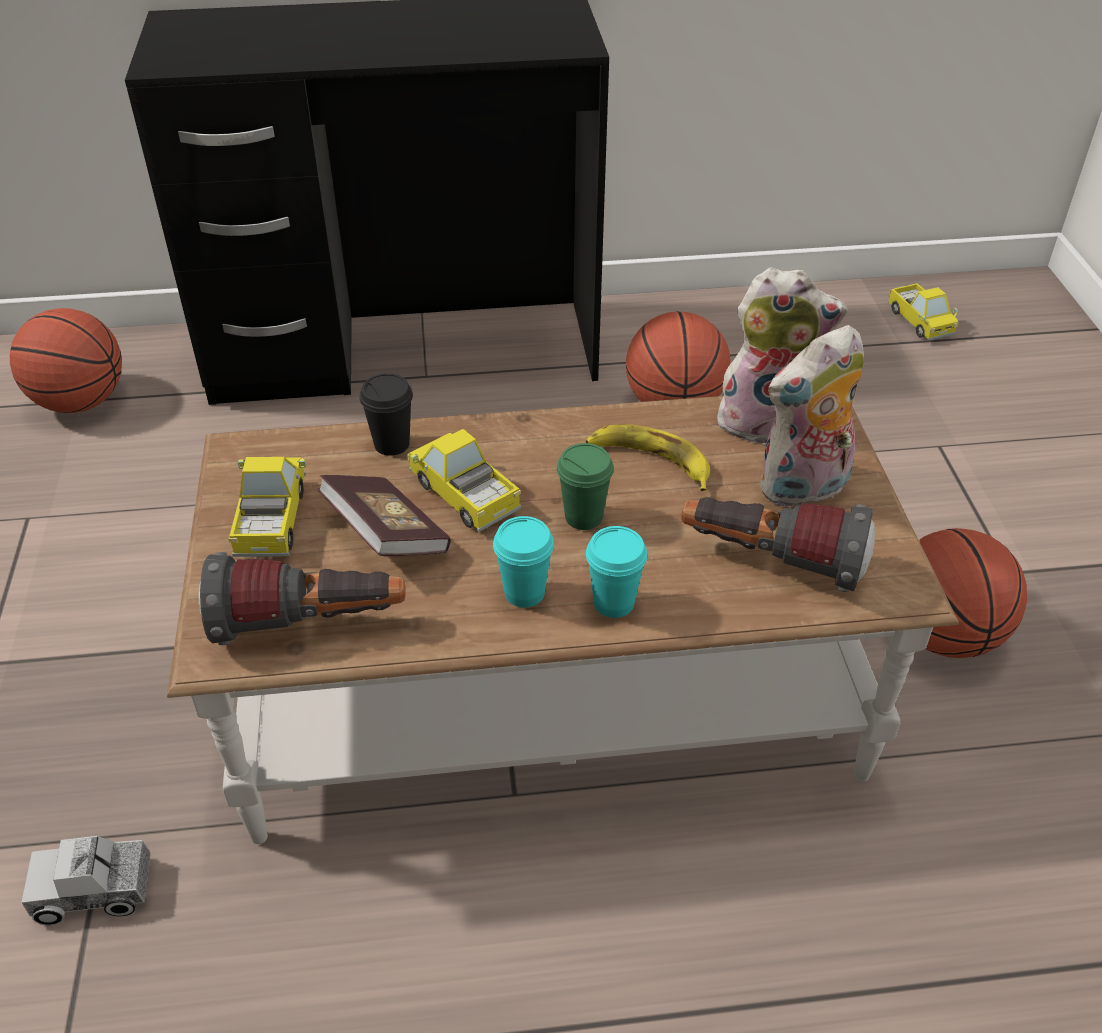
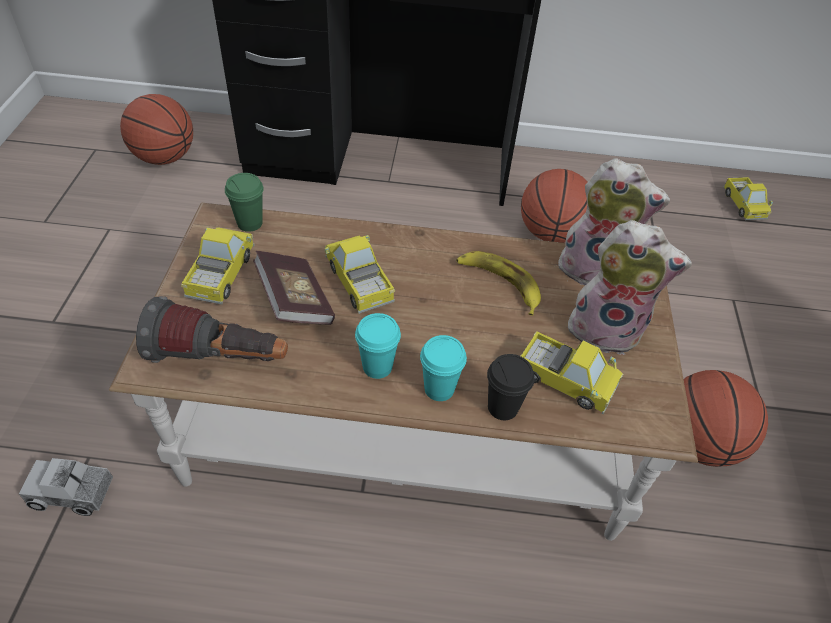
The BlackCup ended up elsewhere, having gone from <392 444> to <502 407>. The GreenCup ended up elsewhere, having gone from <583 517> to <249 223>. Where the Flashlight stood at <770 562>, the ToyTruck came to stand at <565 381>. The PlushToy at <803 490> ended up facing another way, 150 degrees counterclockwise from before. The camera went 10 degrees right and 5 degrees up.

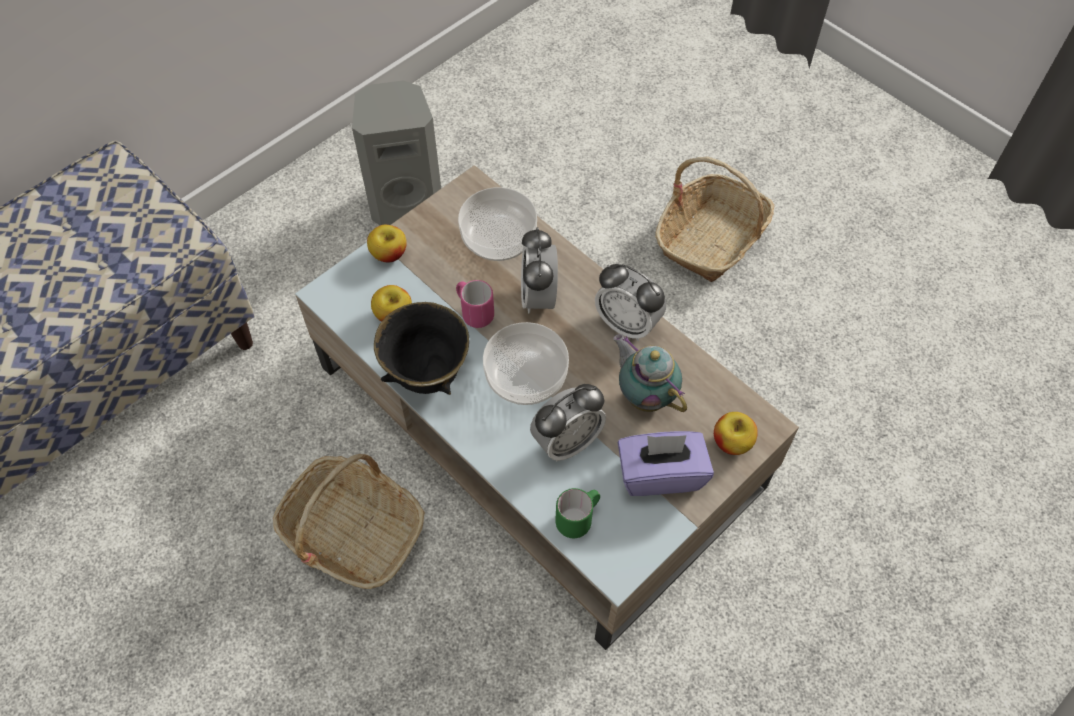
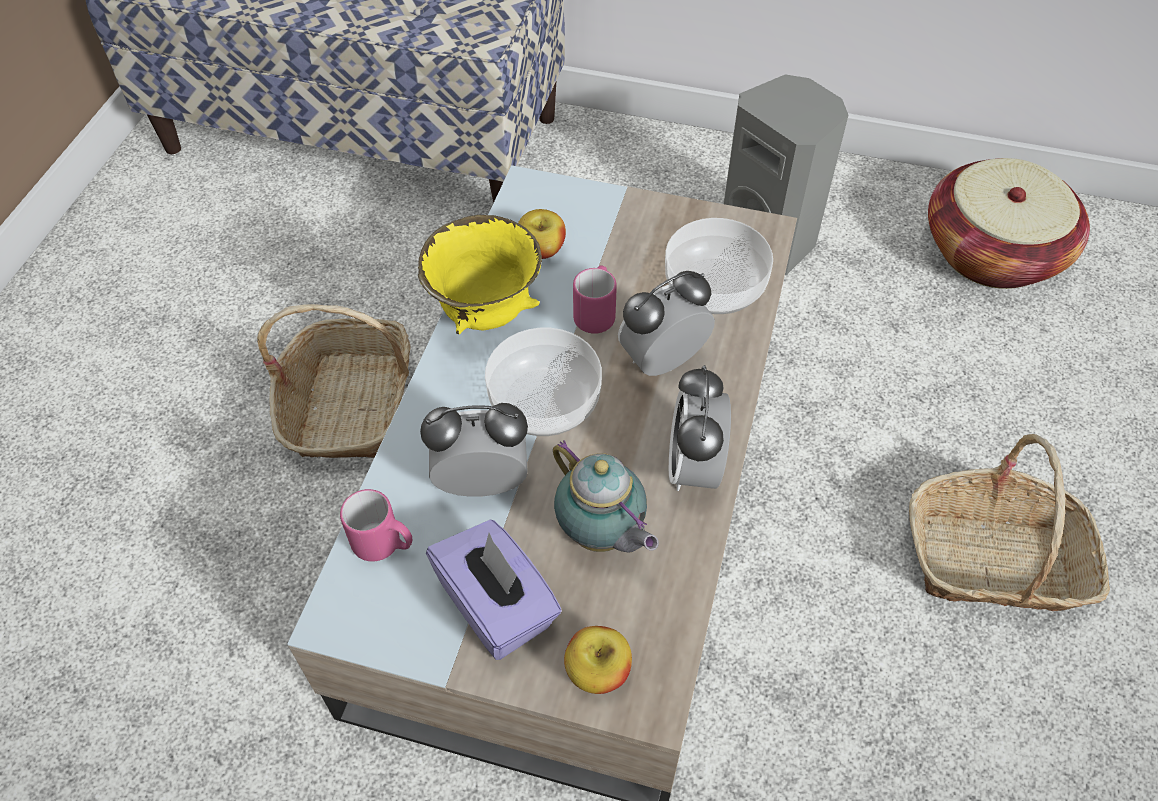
The second view lost the Apple at <389 254>. The second view gained the Basket at <992 253>. What was the BlackBowl at <427 375> turned into the YellowBowl at <485 314>. What was the GreenMug at <578 518> turned into the PinkMug at <384 545>. The AlarmClock at <567 442> ended up facing another way, 150 degrees clockwise from before. The Teapot at <645 395> ended up facing another way, 120 degrees clockwise from before. The camera went 60 degrees right and 5 degrees down.

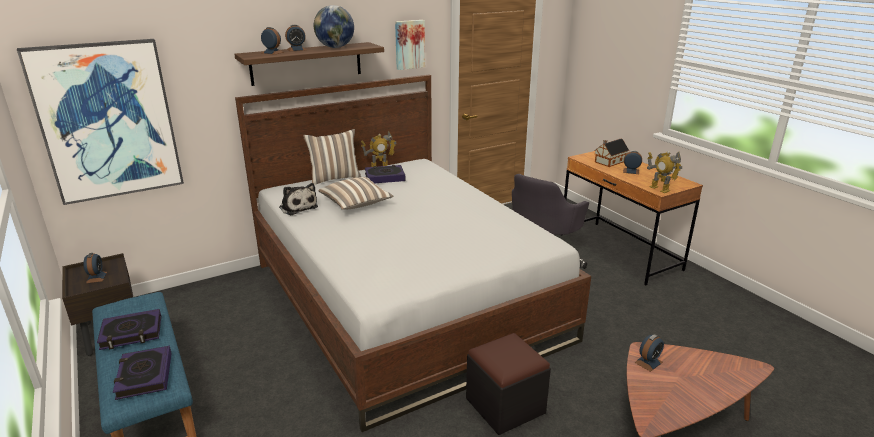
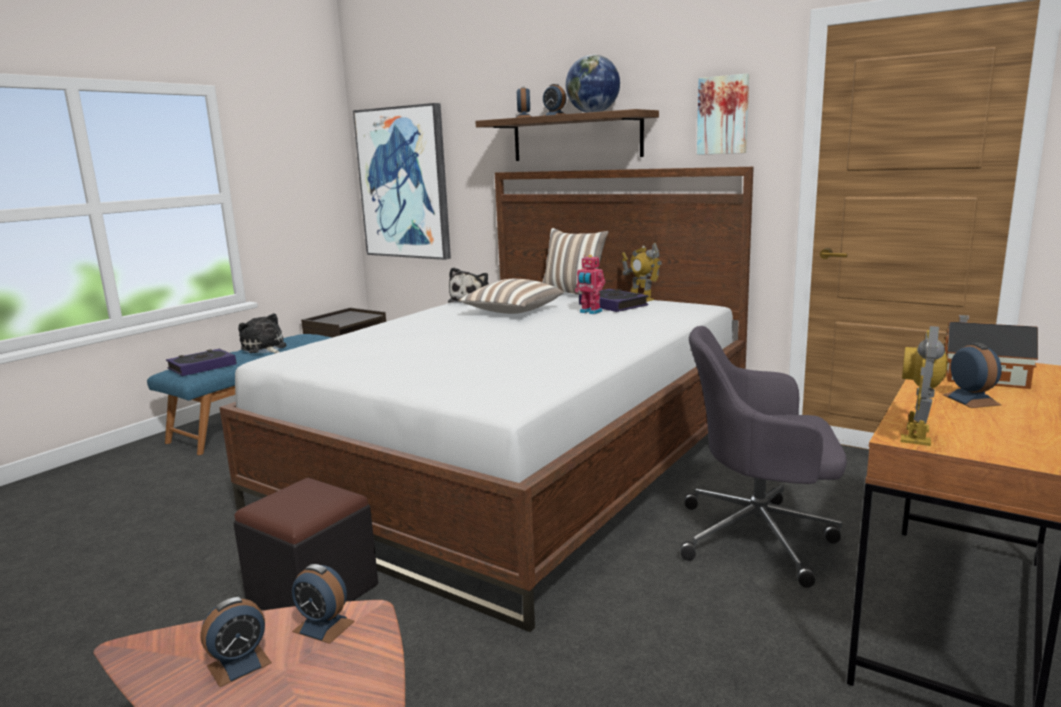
The second view gained the ToyRobot at <590 312>. The AlarmClock ended up elsewhere, having gone from <96 277> to <239 664>. Where the Book stood at <131 333>, the PlushToy came to stand at <264 348>. The camera went 65 degrees right and 10 degrees down.

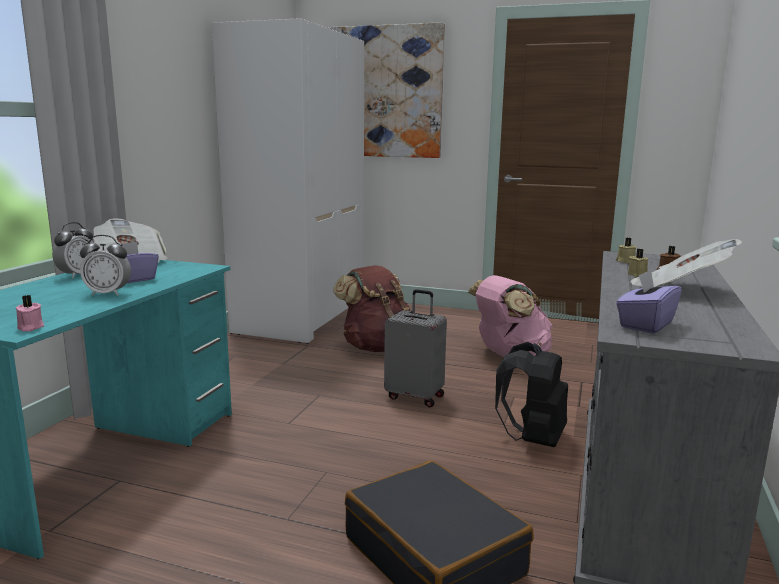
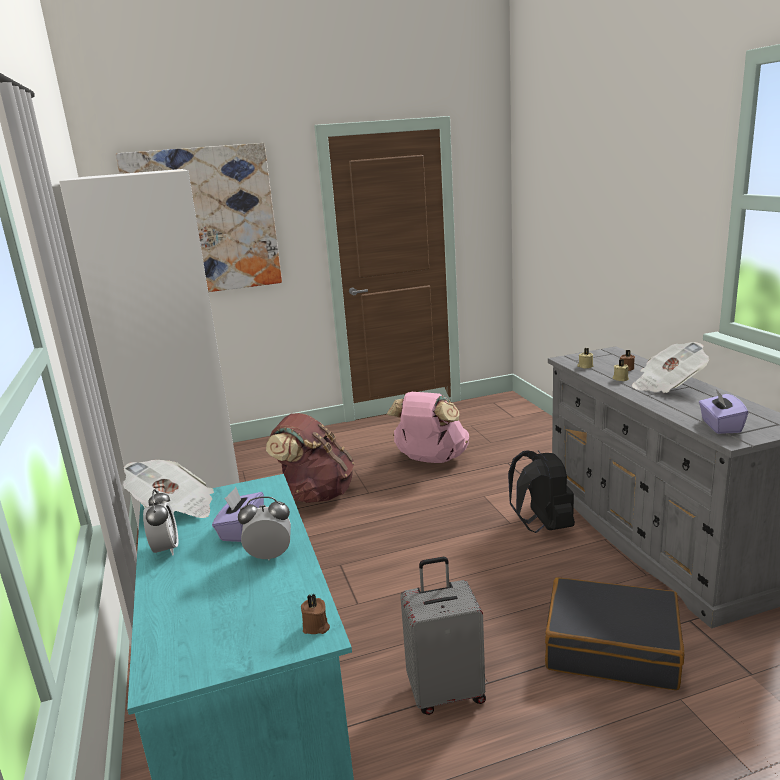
The GreySuitcase ended up elsewhere, having gone from <415 396> to <446 692>. What was the PinkCandle at <29 328> turned into the BrownCandle at <316 627>. The AlarmClock at <108 294> ended up facing another way, 150 degrees counterclockwise from before. The camera went 35 degrees left and 5 degrees up.

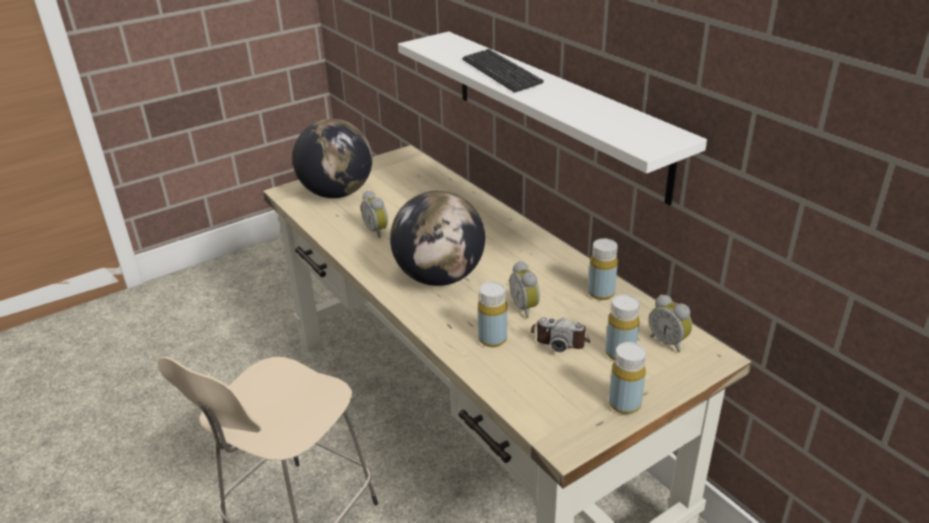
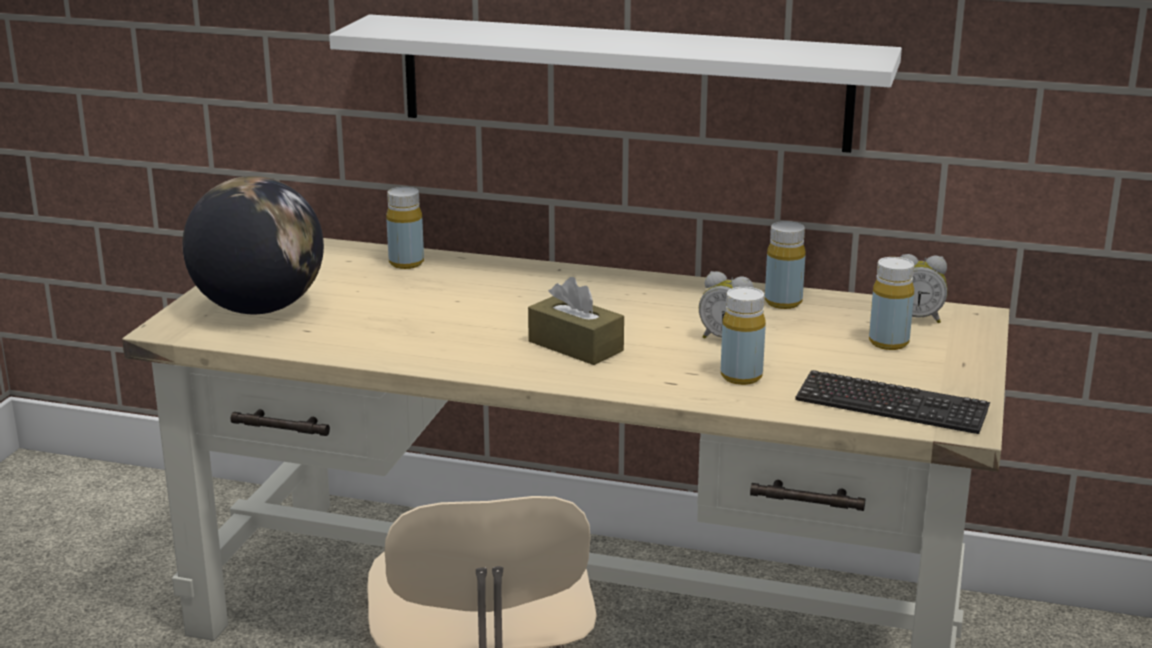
The second view lost the AlarmClock at <378 231>. The second view lost the PhotoCamera at <560 338>. The Keyboard ended up elsewhere, having gone from <501 73> to <891 406>. The YellowBottle ended up elsewhere, having gone from <624 404> to <406 263>. Where the Globe stood at <439 277>, the BrownTissueBox came to stand at <575 346>. The camera went 40 degrees left and 10 degrees down.

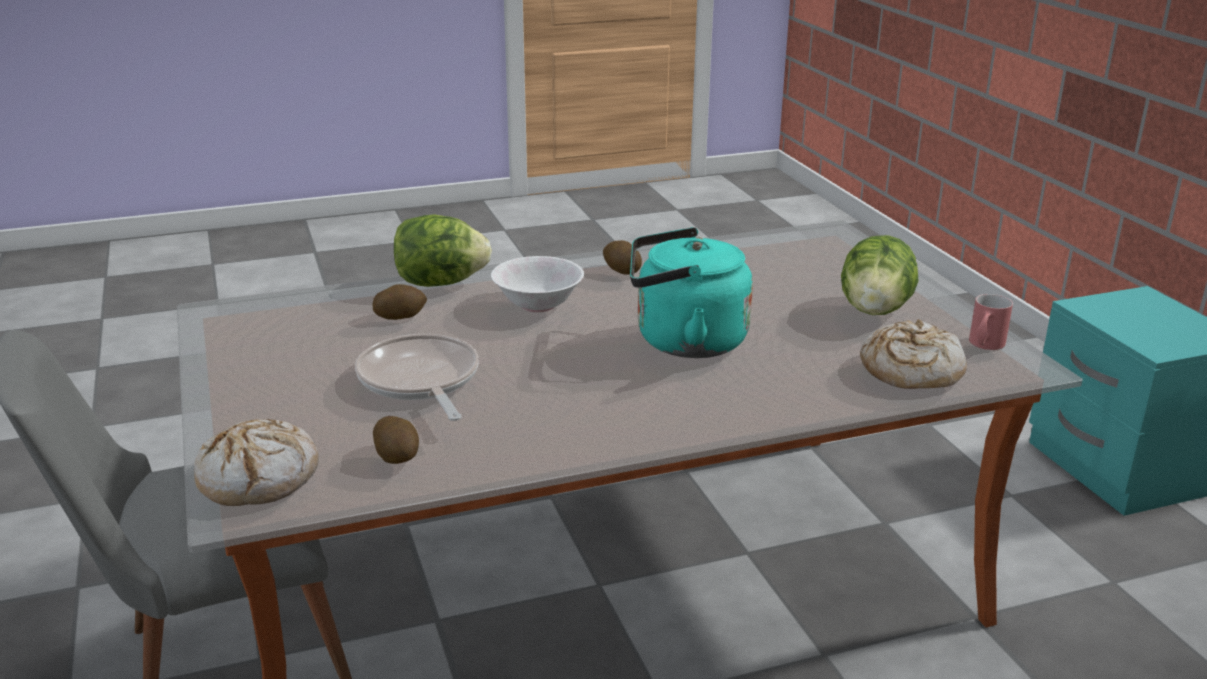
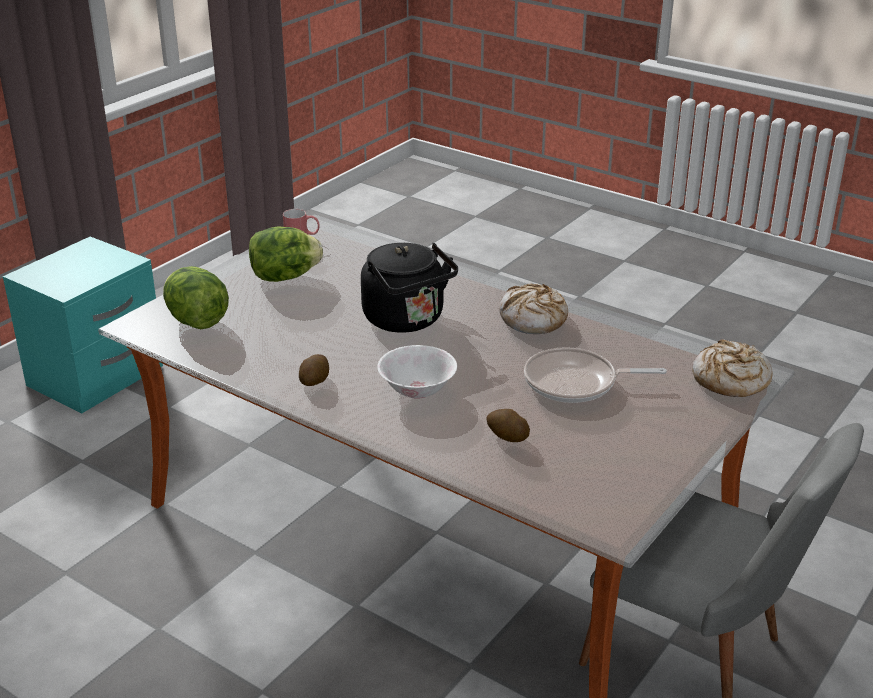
The second view lost the Potato at <398 456>. The Lettuce ended up elsewhere, having gone from <440 283> to <196 321>. The Bread ended up elsewhere, having gone from <910 371> to <533 319>. What was the TurquoiseKettle at <683 341> turned into the BlackKettle at <407 320>. The FryingPan at <420 381> ended up facing another way, 60 degrees clockwise from before. The camera went 125 degrees left and 5 degrees up.

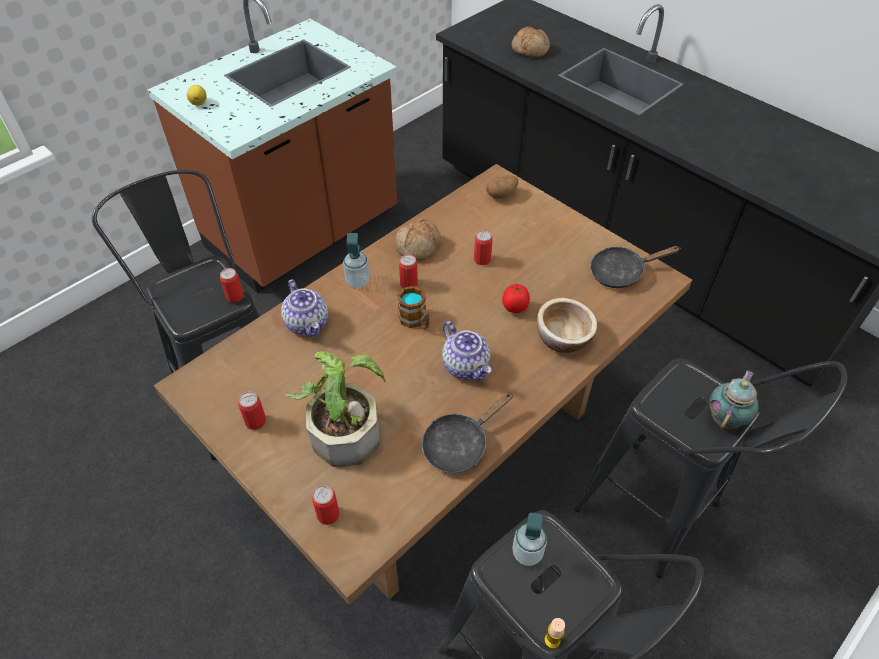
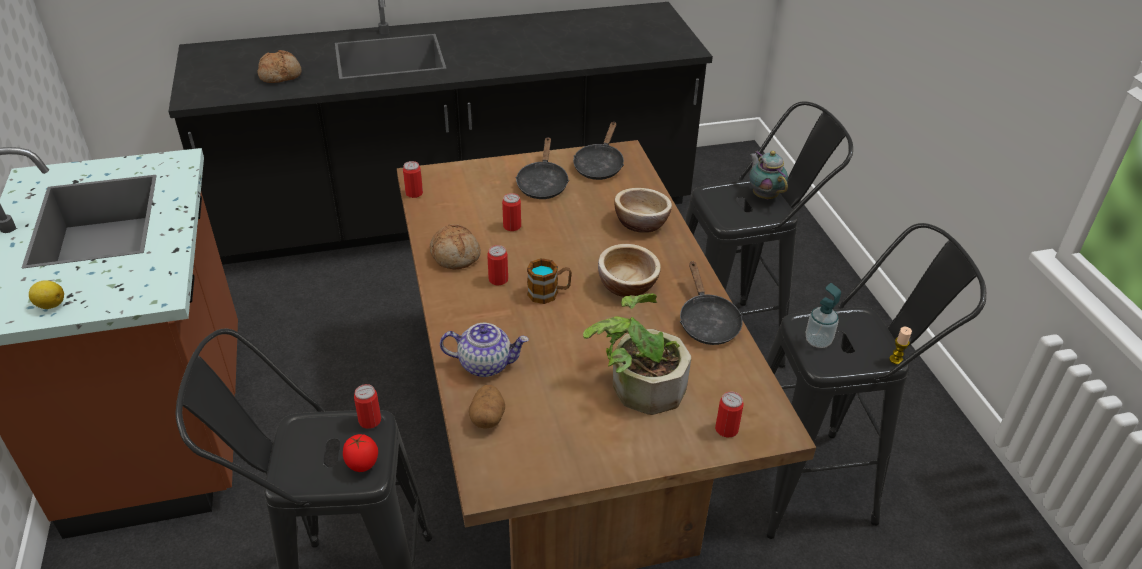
The second view lost the SoapDispenser at <357 281>. The second view gained the BlackFryingPan at <542 184>. The Can ended up elsewhere, having gone from <255 421> to <414 193>. The Potato ended up elsewhere, having gone from <501 195> to <487 417>. The Tomato ended up elsewhere, having gone from <514 308> to <362 465>. Where the Teapot stood at <466 366>, the Bowl came to stand at <627 285>. The camera went 60 degrees left and 10 degrees down.

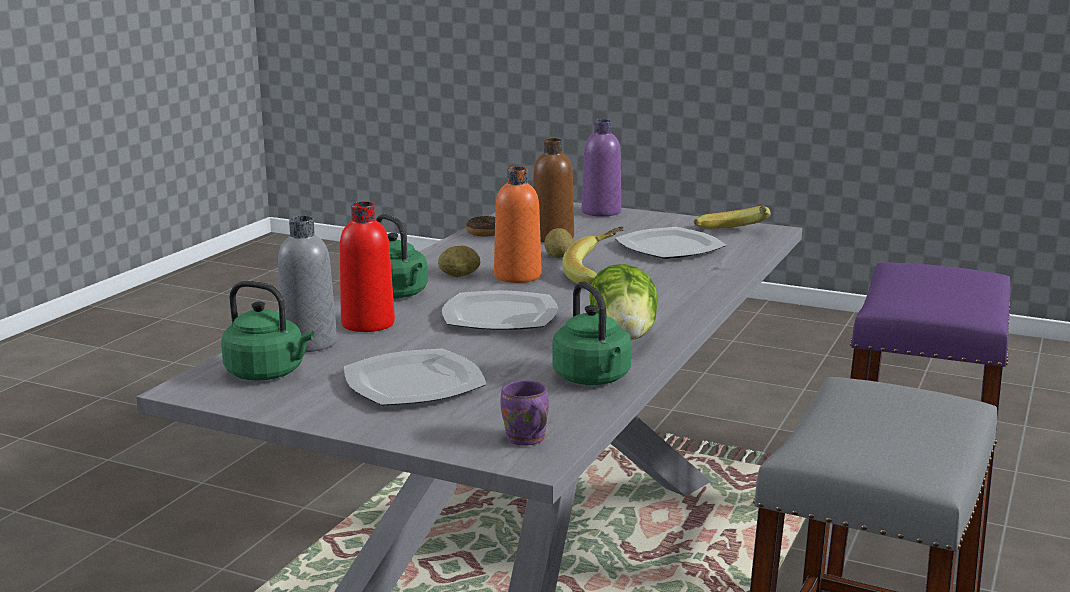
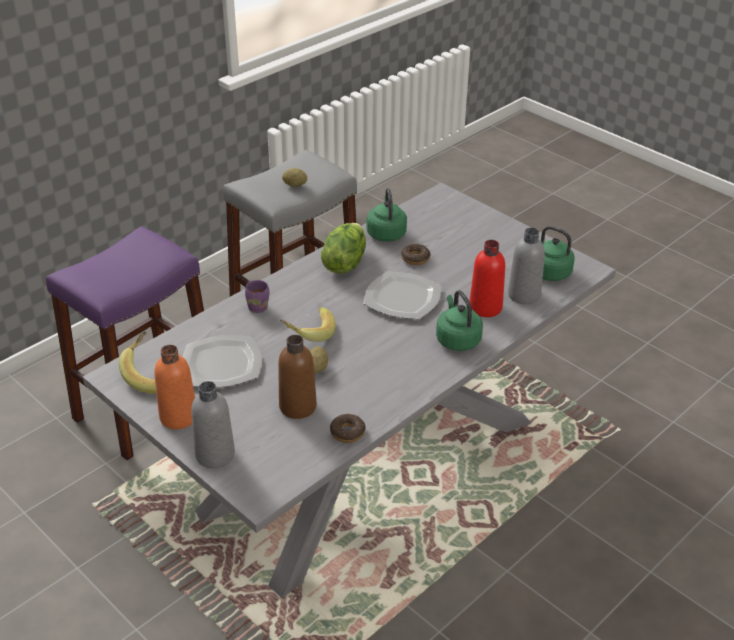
The second view lost the Plate at <414 382>. The second view gained the Donut at <415 258>. The Potato ended up elsewhere, having gone from <459 276> to <295 185>. The OrangeBottle ended up elsewhere, having gone from <517 276> to <178 417>. The PurpleMug ended up elsewhere, having gone from <525 440> to <259 307>. What was the PurpleBottle at <601 212> turned into the GreyBottle at <215 454>. The camera went 160 degrees left and 20 degrees up.

